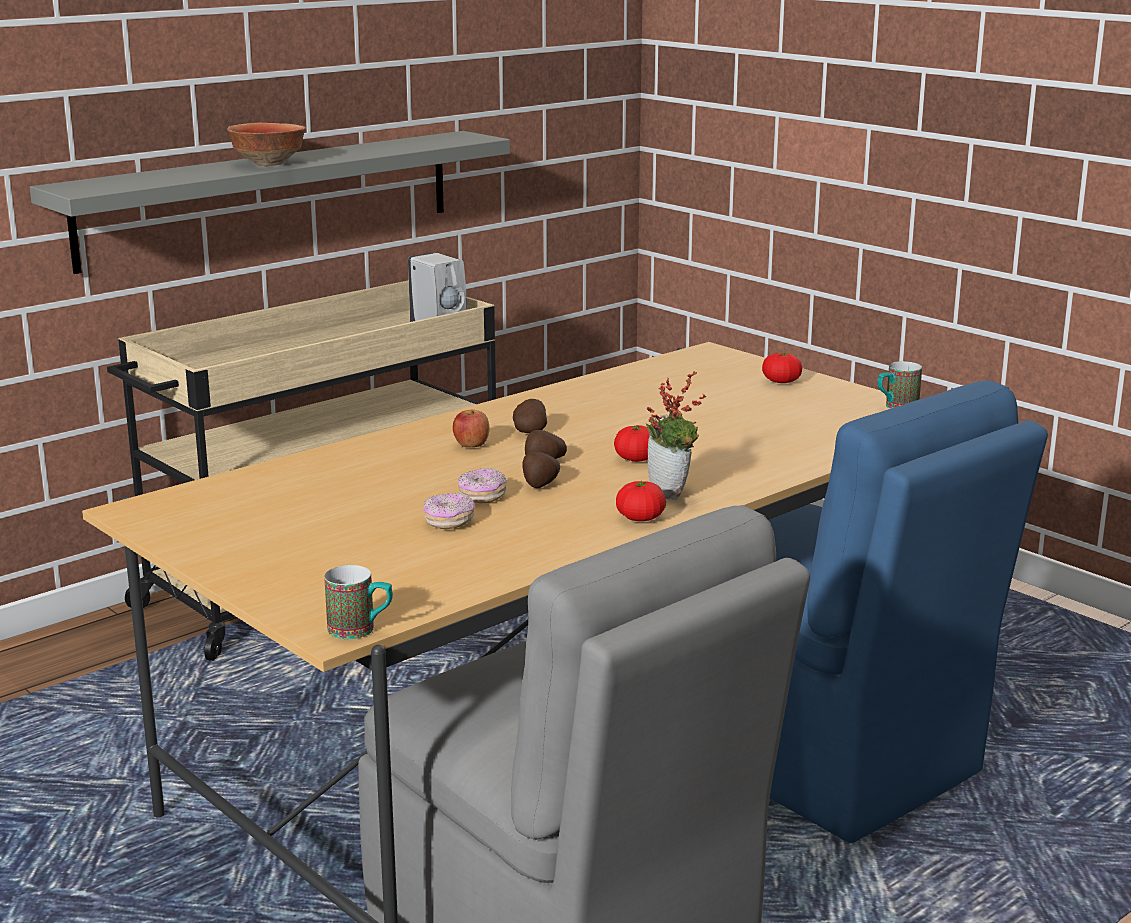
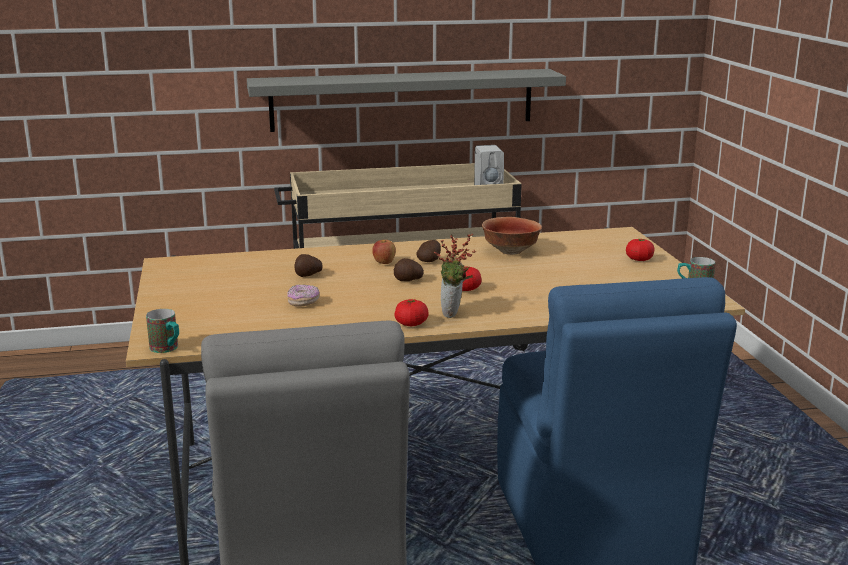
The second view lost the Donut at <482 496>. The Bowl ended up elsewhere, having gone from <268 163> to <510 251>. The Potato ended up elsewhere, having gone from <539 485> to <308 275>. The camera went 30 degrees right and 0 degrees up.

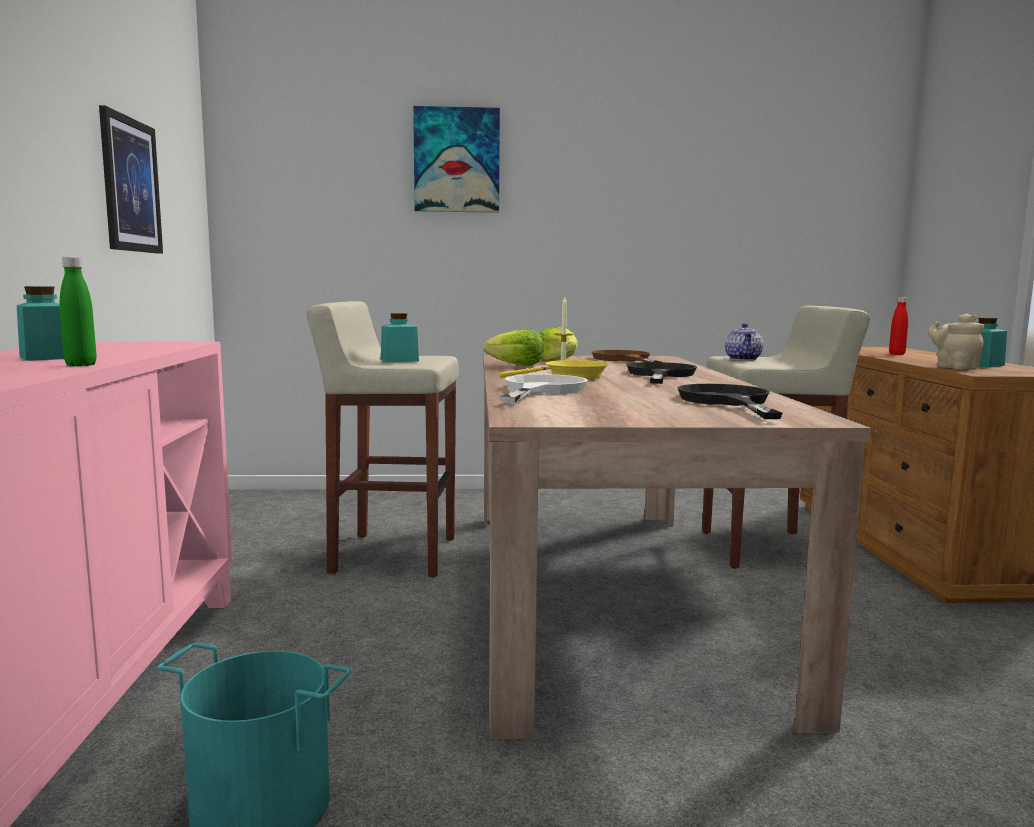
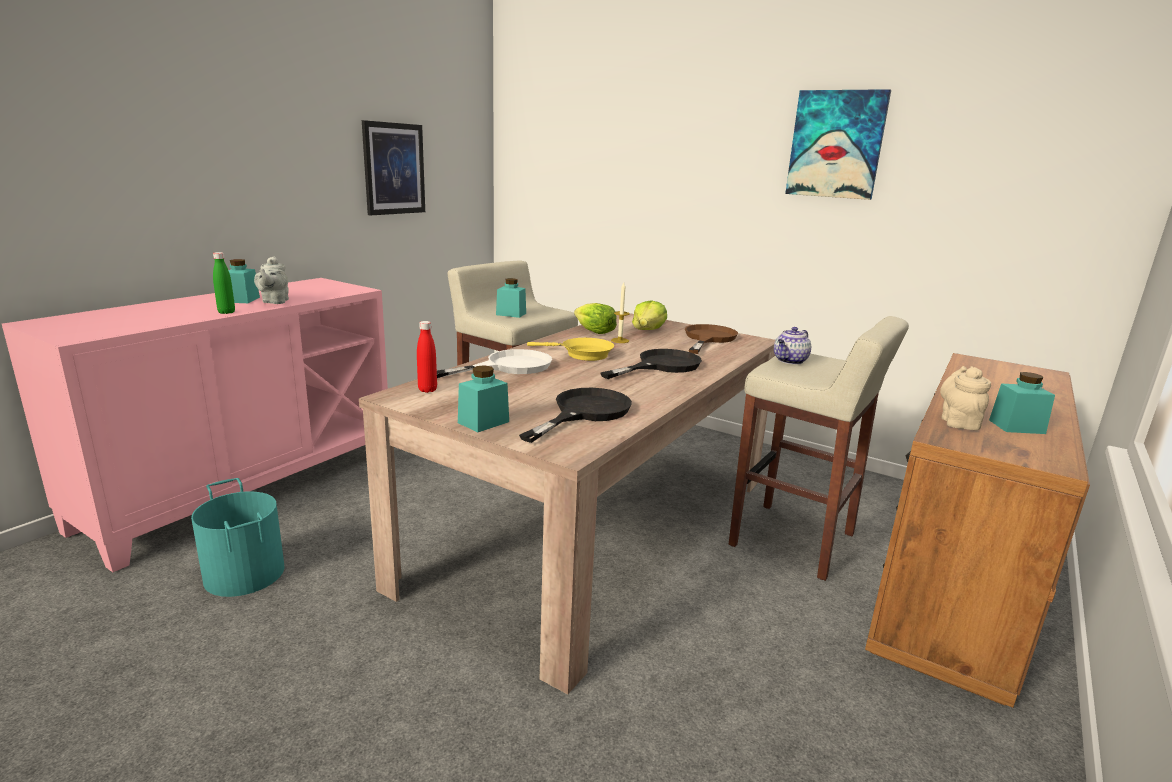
The second view gained the GreyTeapot at <275 302>. The second view gained the TurquoiseJar at <483 422>. The Picture ended up elsewhere, having gone from <457 160> to <836 144>. The RedBottle ended up elsewhere, having gone from <896 354> to <427 390>. The camera went 35 degrees right and 10 degrees up.

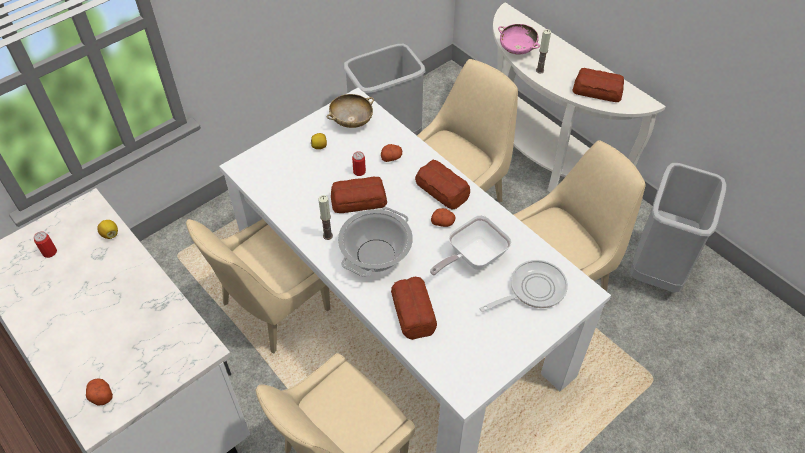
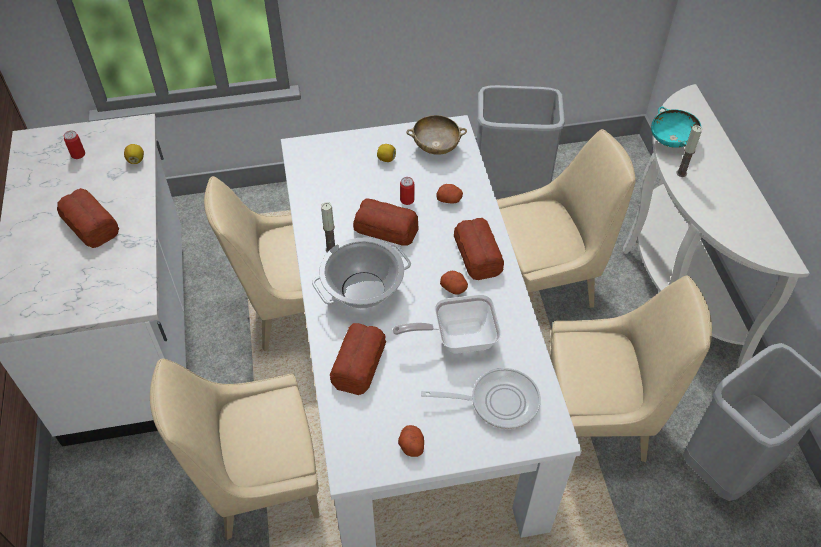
The Potato ended up elsewhere, having gone from <100 395> to <411 445>. The Bread ended up elsewhere, having gone from <598 91> to <90 225>. What was the PinkBowl at <517 49> turned into the TurquoiseBowl at <671 140>. The camera went 30 degrees right and 0 degrees up.

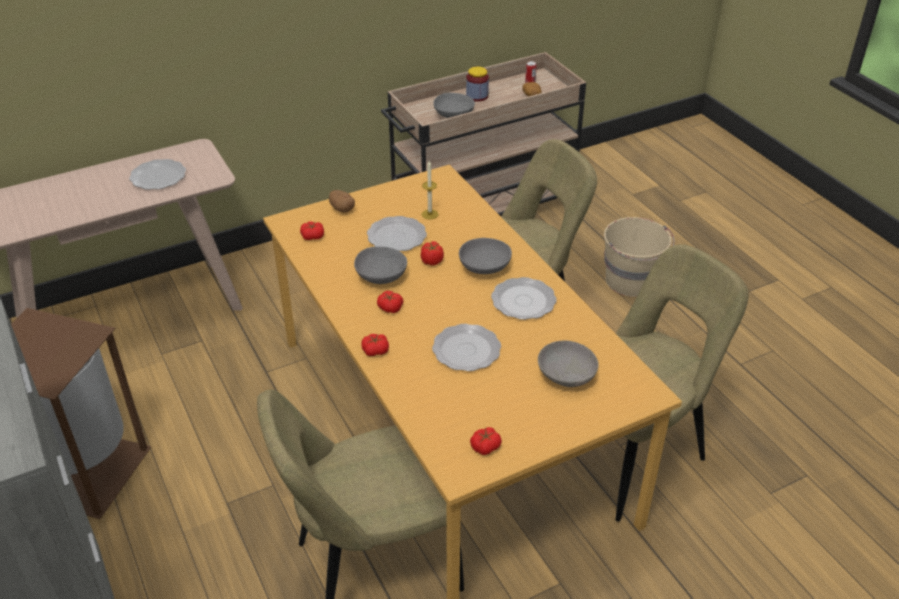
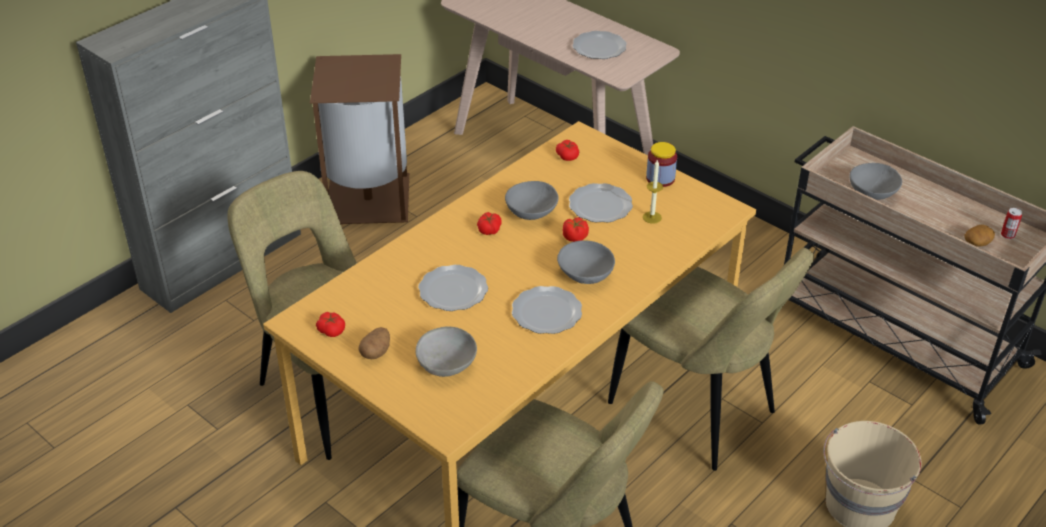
The second view lost the Tomato at <375 350>. The Potato ended up elsewhere, having gone from <342 209> to <376 352>. The Jar ended up elsewhere, having gone from <477 96> to <660 178>. The camera went 70 degrees right and 0 degrees up.

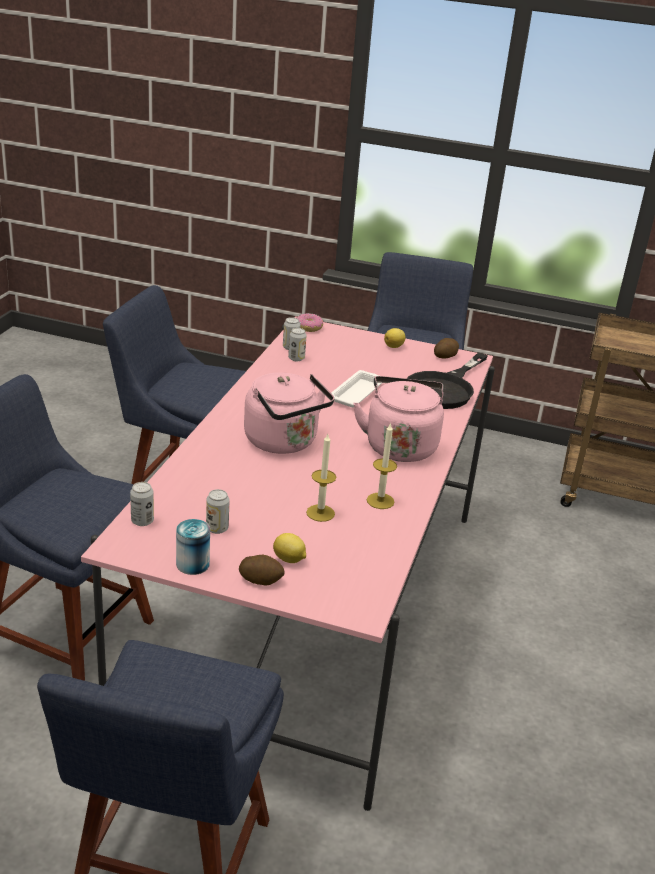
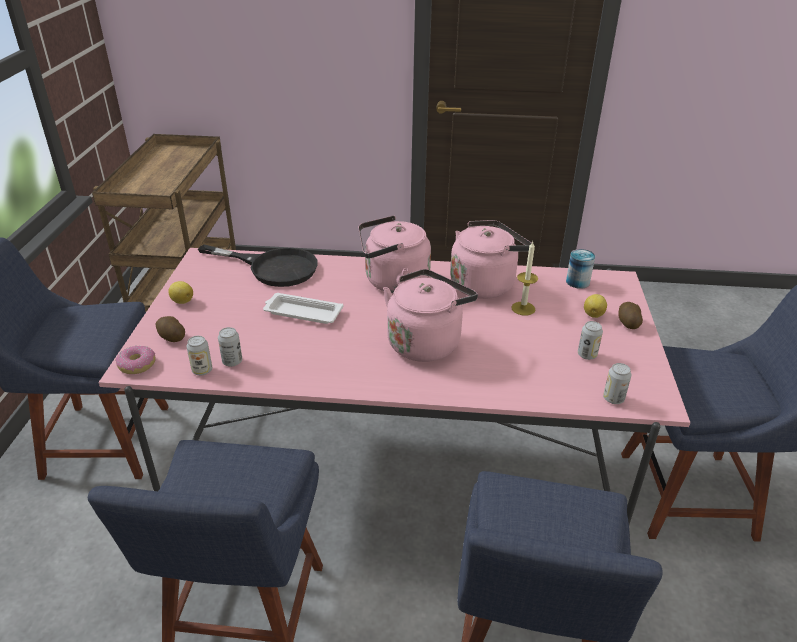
The Can ended up elsewhere, having gone from <193 564> to <577 282>. The Potato ended up elsewhere, having gone from <445 356> to <171 337>. Where the Candle stood at <380 501>, the PinkKettle came to stand at <485 284>. The camera went 100 degrees left and 5 degrees up.

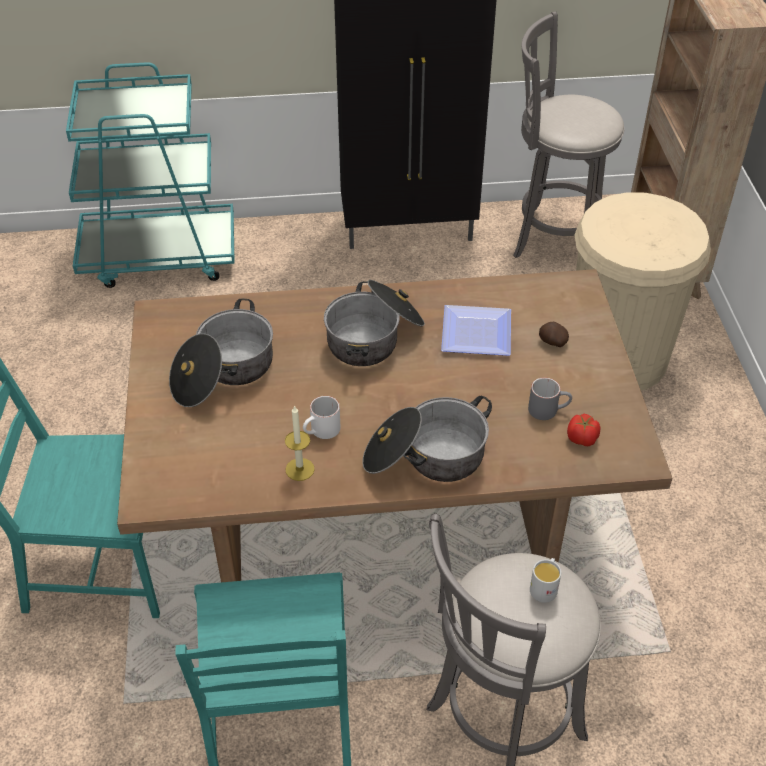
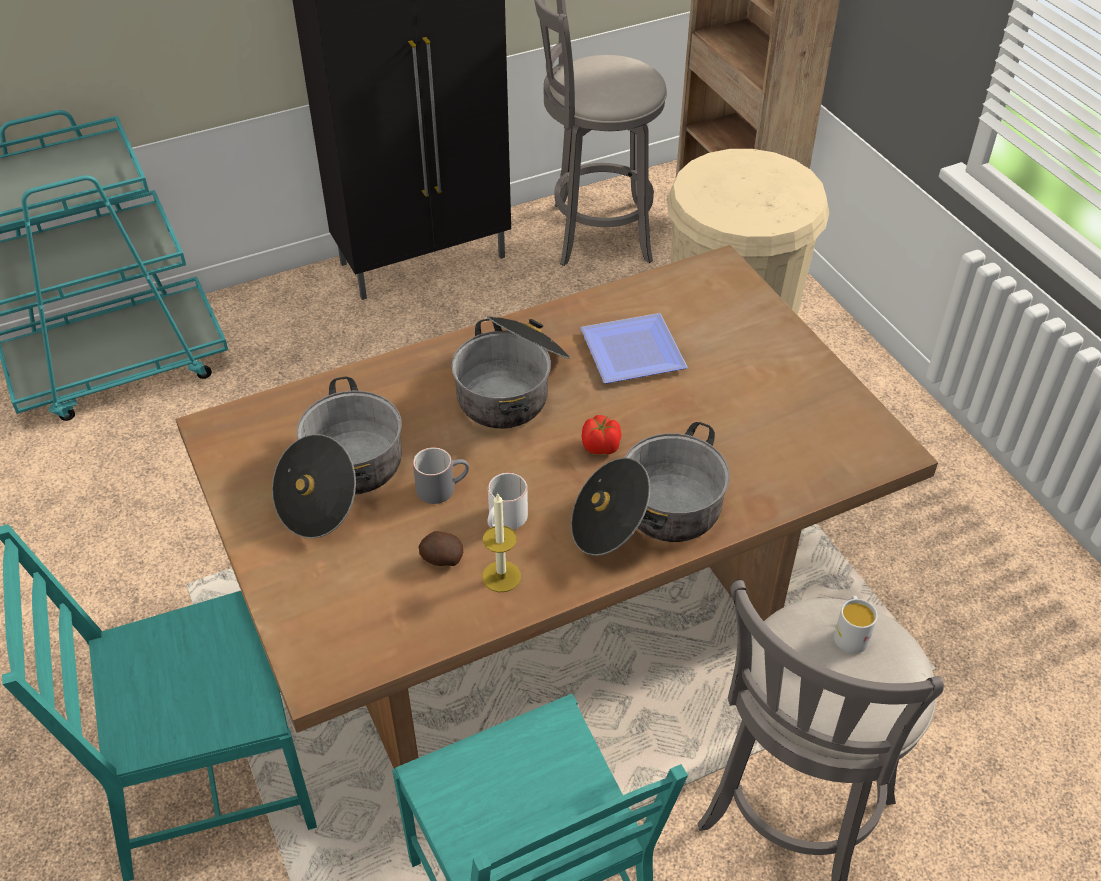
The GreyMug ended up elsewhere, having gone from <548 409> to <442 487>. The Potato ended up elsewhere, having gone from <552 342> to <441 559>. The Tomato ended up elsewhere, having gone from <582 439> to <601 447>. The camera went 20 degrees left and 0 degrees up.

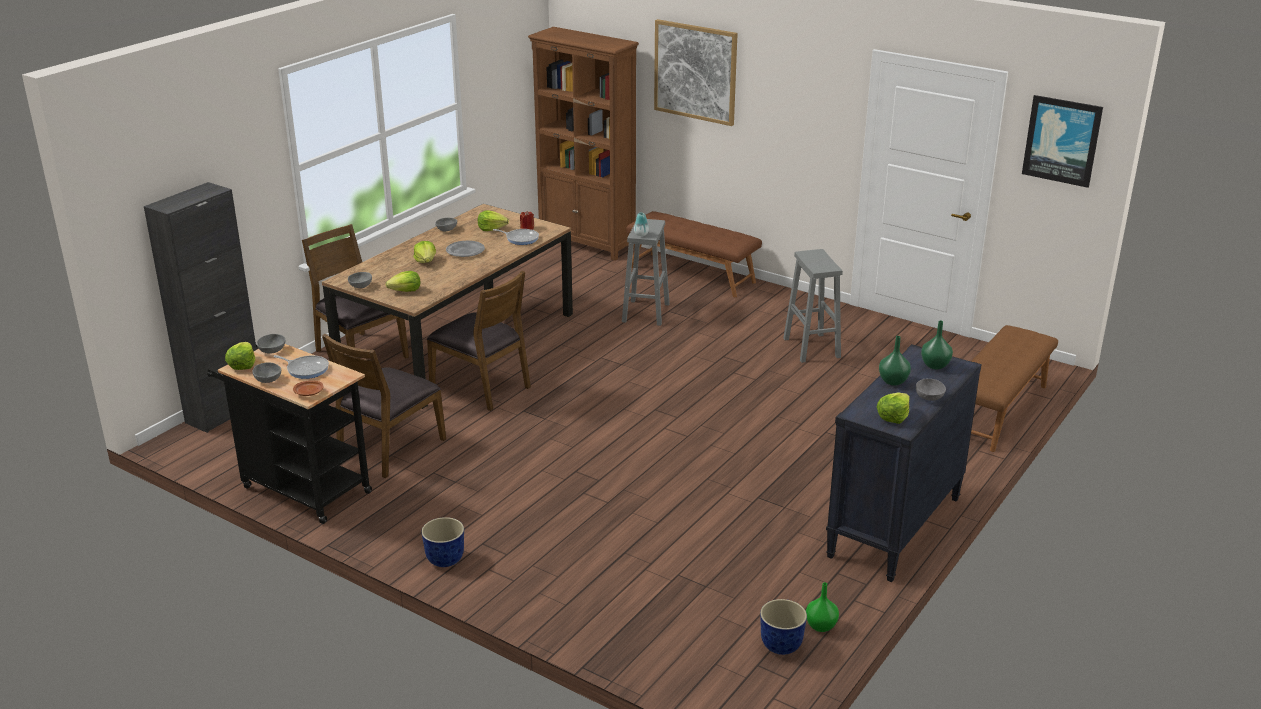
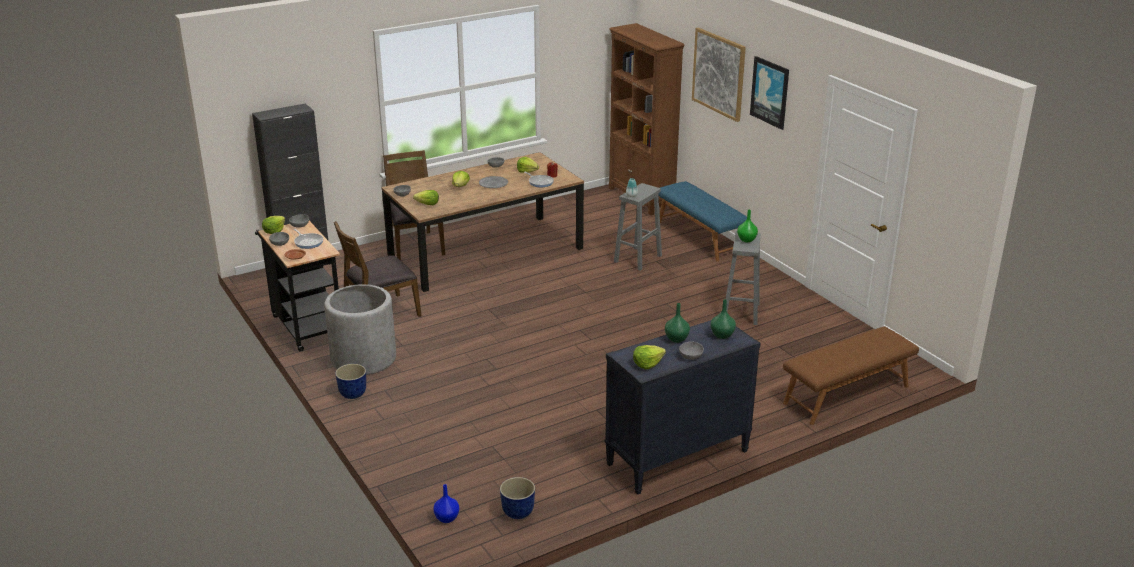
The second view lost the BrownChair at <482 386>. The second view gained the GreyPlanter at <363 358>. The second view gained the BlueVase at <446 518>. The GreenVase ended up elsewhere, having gone from <821 626> to <746 240>. The Picture ended up elsewhere, having gone from <1062 140> to <770 92>. What was the BrownBench at <692 274> turned into the BlueBench at <700 237>. The camera went 25 degrees right and 0 degrees up.

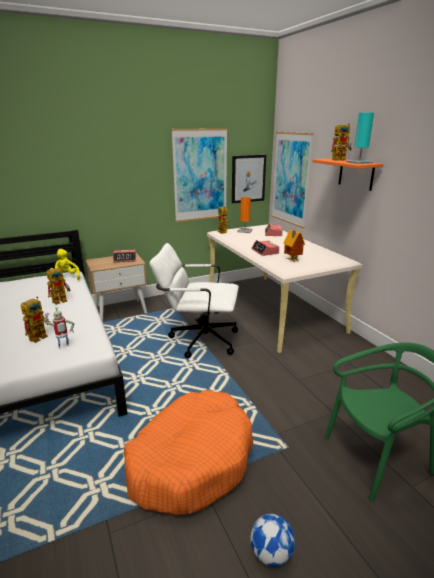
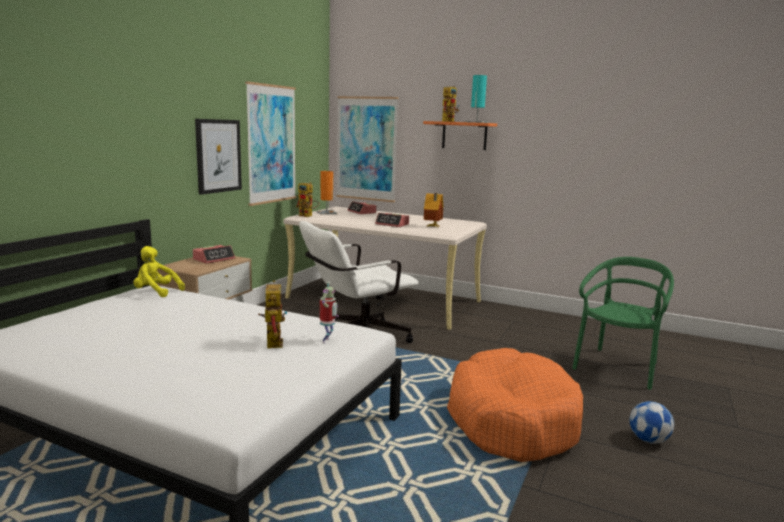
The second view lost the ToyRobot at <62 300>. The Picture ended up elsewhere, having gone from <248 178> to <218 156>. The camera went 40 degrees left and 10 degrees down.

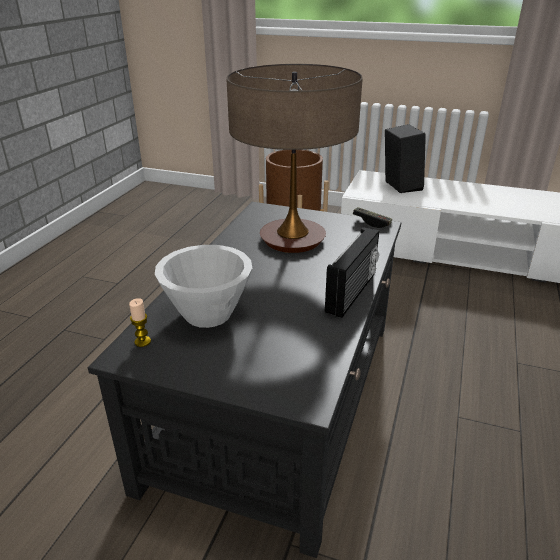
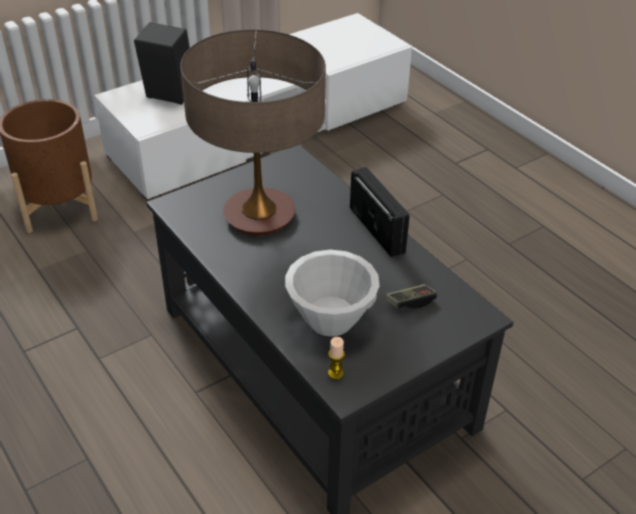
The GameController ended up elsewhere, having gone from <371 222> to <410 302>. The camera went 55 degrees left and 10 degrees up.

